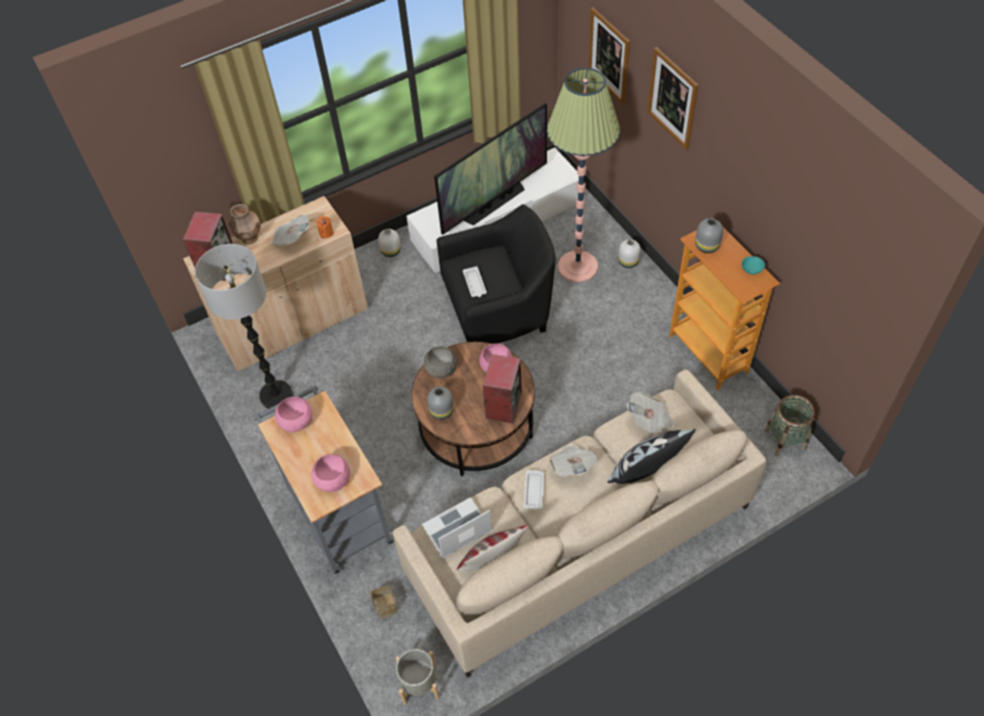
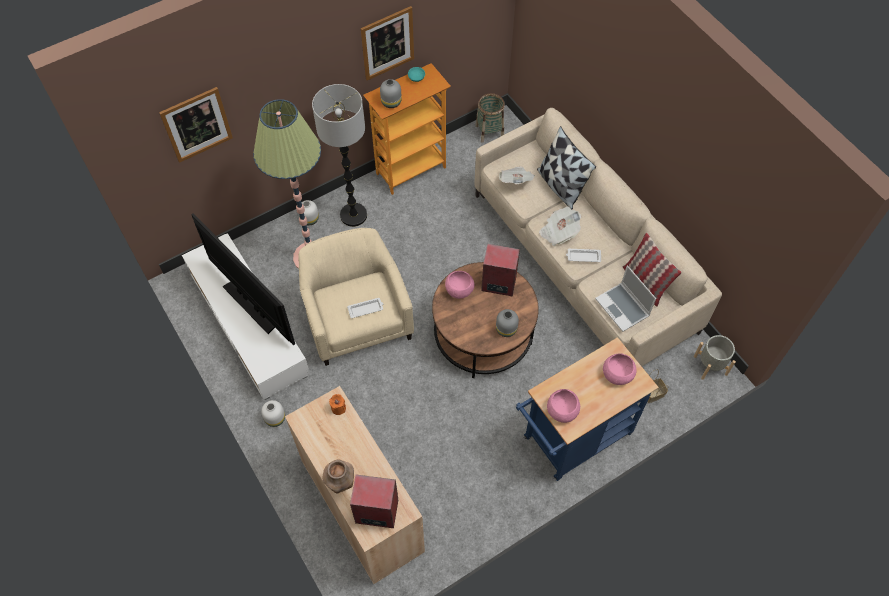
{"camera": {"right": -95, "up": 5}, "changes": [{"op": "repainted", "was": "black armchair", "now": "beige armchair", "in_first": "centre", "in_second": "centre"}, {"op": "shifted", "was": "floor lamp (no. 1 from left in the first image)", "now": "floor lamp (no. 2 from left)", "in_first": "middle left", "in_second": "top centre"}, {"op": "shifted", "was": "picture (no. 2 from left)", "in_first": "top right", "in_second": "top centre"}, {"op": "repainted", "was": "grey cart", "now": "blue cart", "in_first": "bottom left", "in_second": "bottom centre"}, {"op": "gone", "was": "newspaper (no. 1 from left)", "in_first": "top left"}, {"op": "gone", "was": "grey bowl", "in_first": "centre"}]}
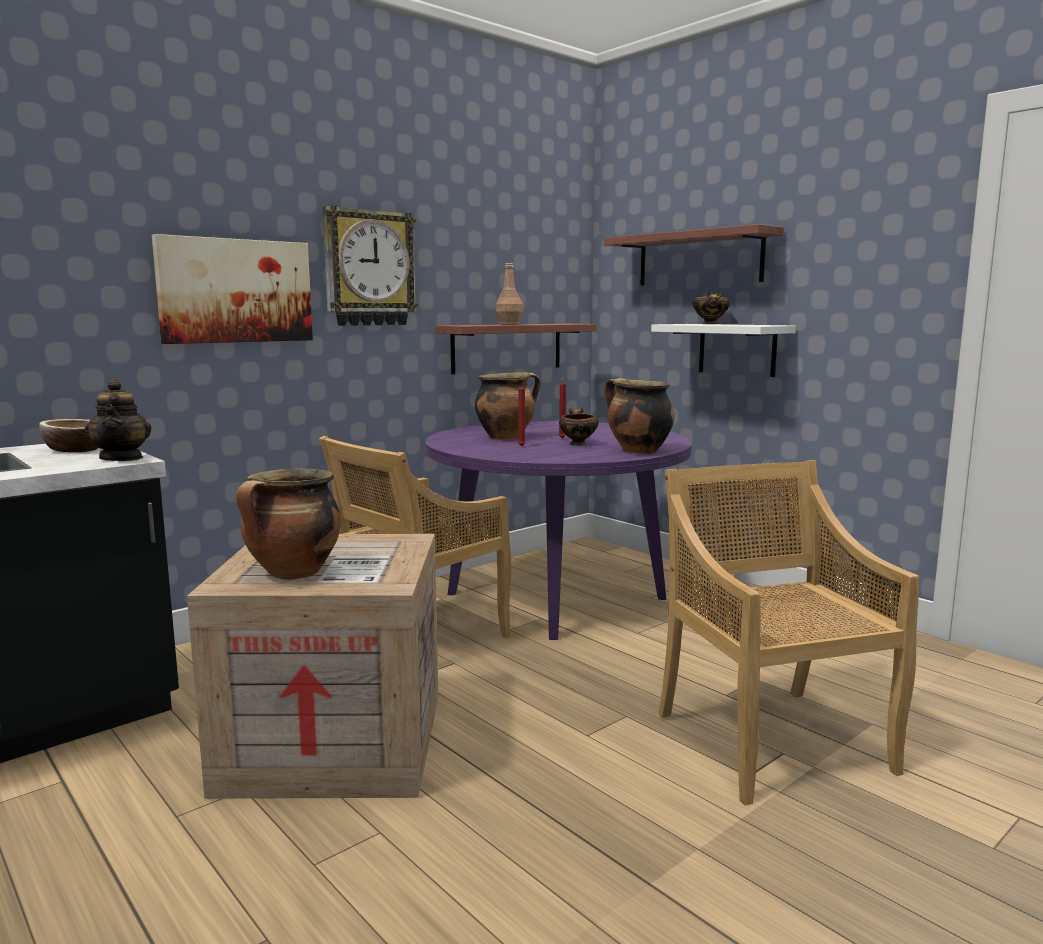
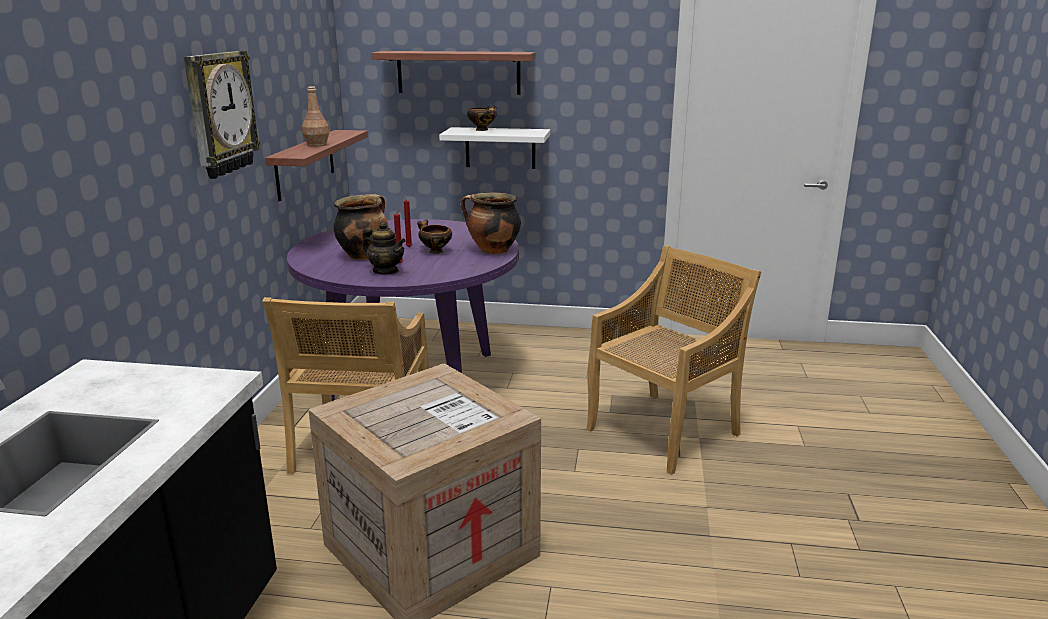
{"camera": {"right": -40, "up": 10}, "changes": [{"op": "shifted", "was": "teapot", "in_first": "middle left", "in_second": "centre"}, {"op": "rotated", "was": "beige chair (no. 2 from left)", "in_first": "bottom right", "in_second": "centre", "clockwise": 105}, {"op": "gone", "was": "bowl (no. 1 from left)", "in_first": "middle left"}, {"op": "gone", "was": "picture", "in_first": "top left"}, {"op": "gone", "was": "cooking pot (no. 1 from left)", "in_first": "middle left"}]}
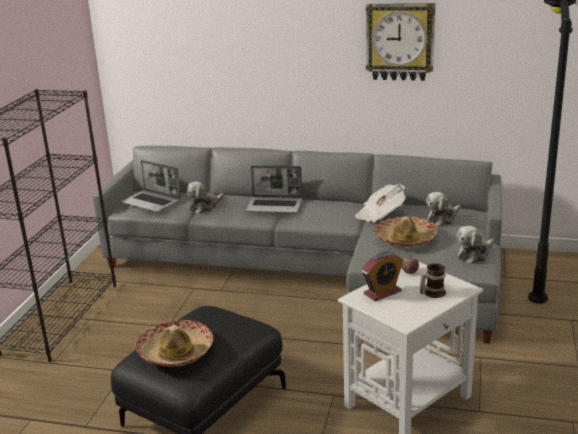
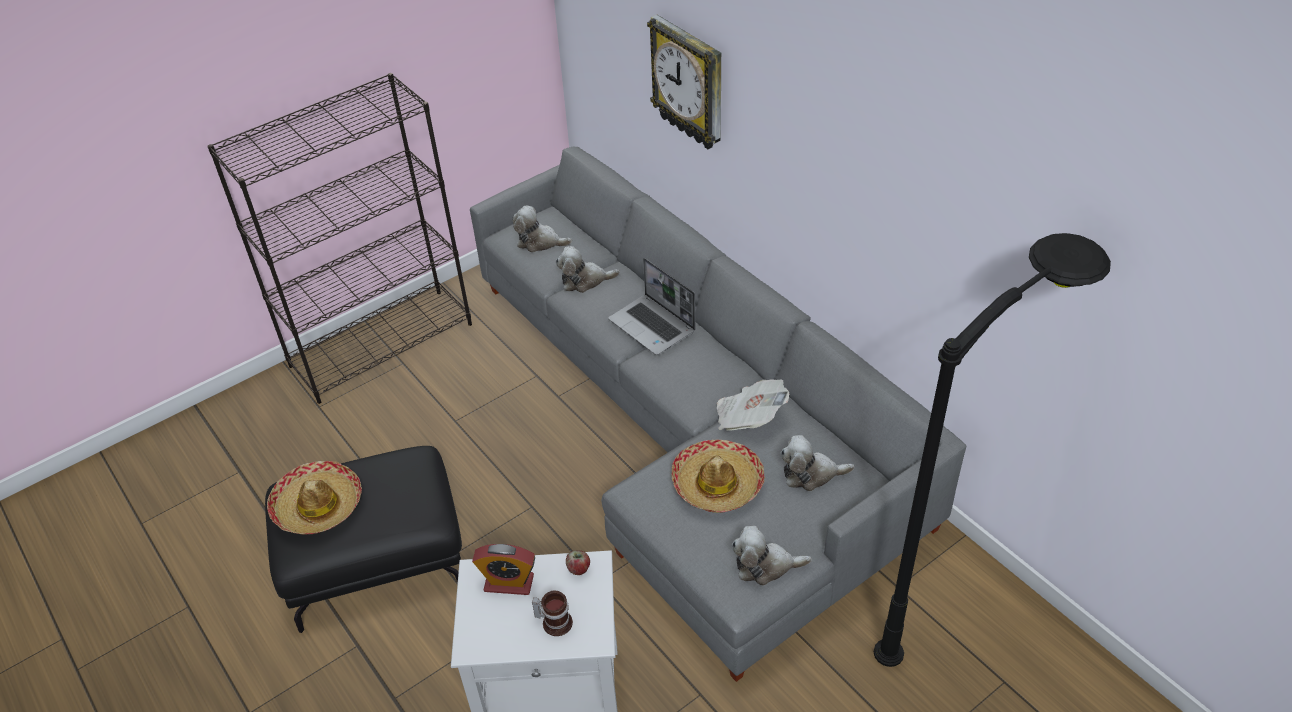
{"camera": {"right": 40, "up": 20}, "changes": [{"op": "swapped", "was": "laptop (no. 1 from left)", "now": "plush toy (no. 1 from left)", "in_first": "middle left", "in_second": "top centre"}, {"op": "shifted", "was": "wall clock", "in_first": "top right", "in_second": "top centre"}]}
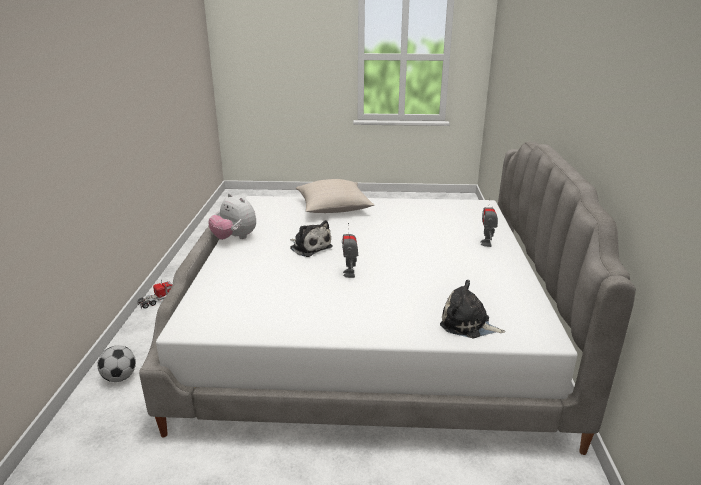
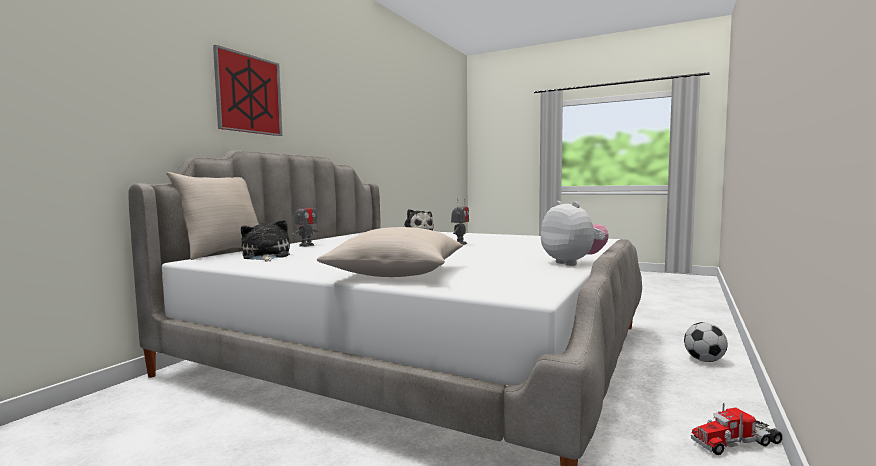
{"camera": {"right": -155, "up": -20}, "changes": [{"op": "new", "now": "beige pillow (no. 1 from left)", "in_second": "middle left"}, {"op": "new", "now": "picture", "in_second": "top left"}, {"op": "shifted", "was": "plush toy (no. 2 from left in the first image)", "now": "plush toy (no. 1 from left)", "in_first": "centre", "in_second": "middle left"}]}
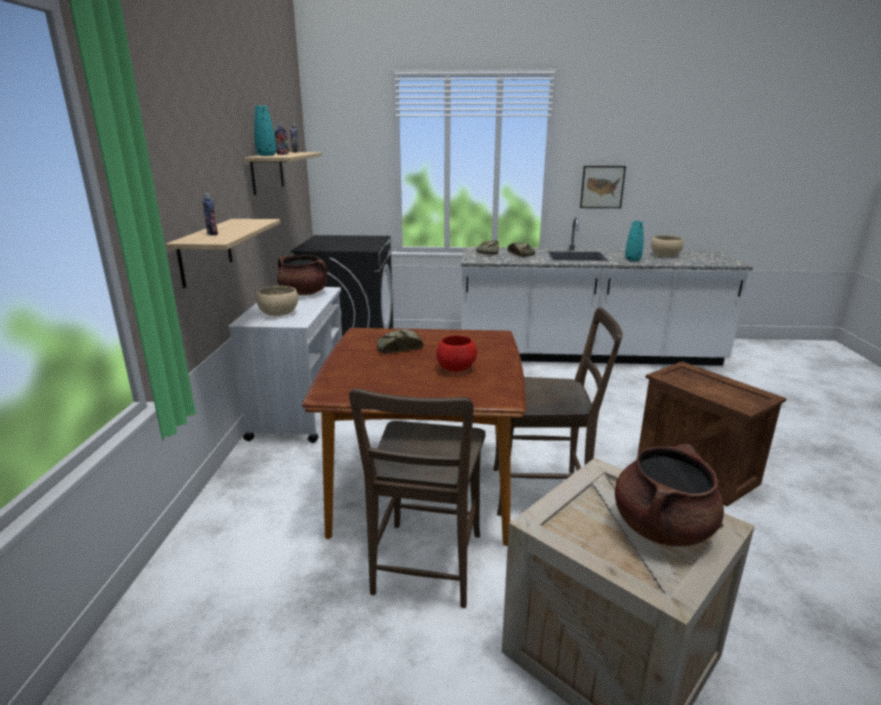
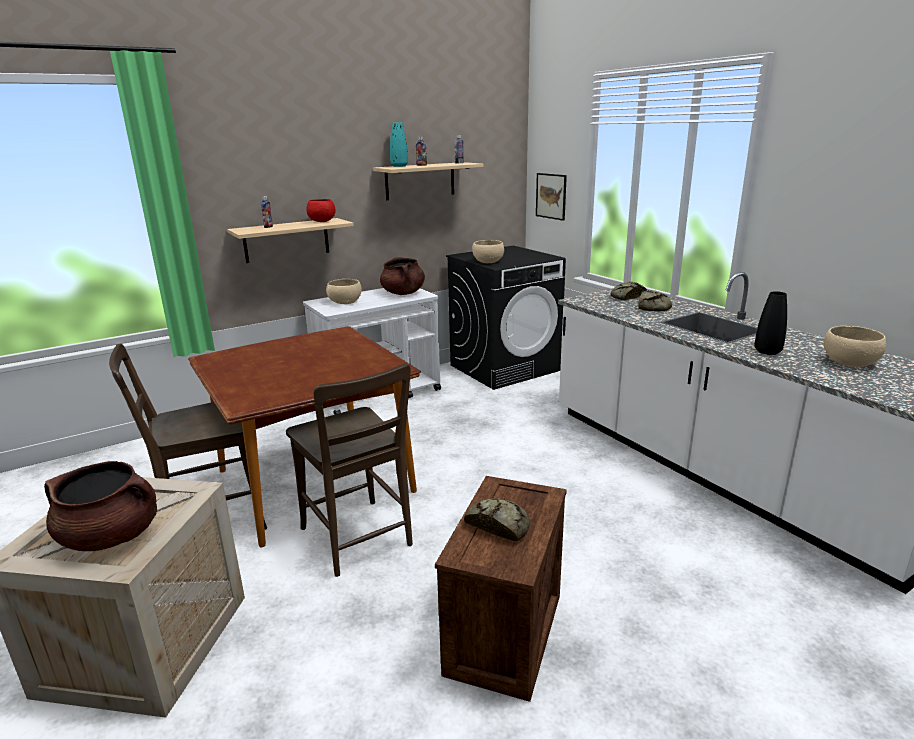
{"camera": {"right": 55, "up": 0}, "changes": [{"op": "shifted", "was": "red bowl", "in_first": "centre", "in_second": "top centre"}, {"op": "shifted", "was": "bread (no. 1 from left)", "in_first": "centre", "in_second": "bottom centre"}, {"op": "new", "now": "beige bowl (no. 2 from left)", "in_second": "centre"}, {"op": "shifted", "was": "picture", "in_first": "top right", "in_second": "top centre"}, {"op": "repainted", "was": "turquoise vase (no. 2 from left)", "now": "black vase", "in_first": "middle right", "in_second": "middle right"}]}
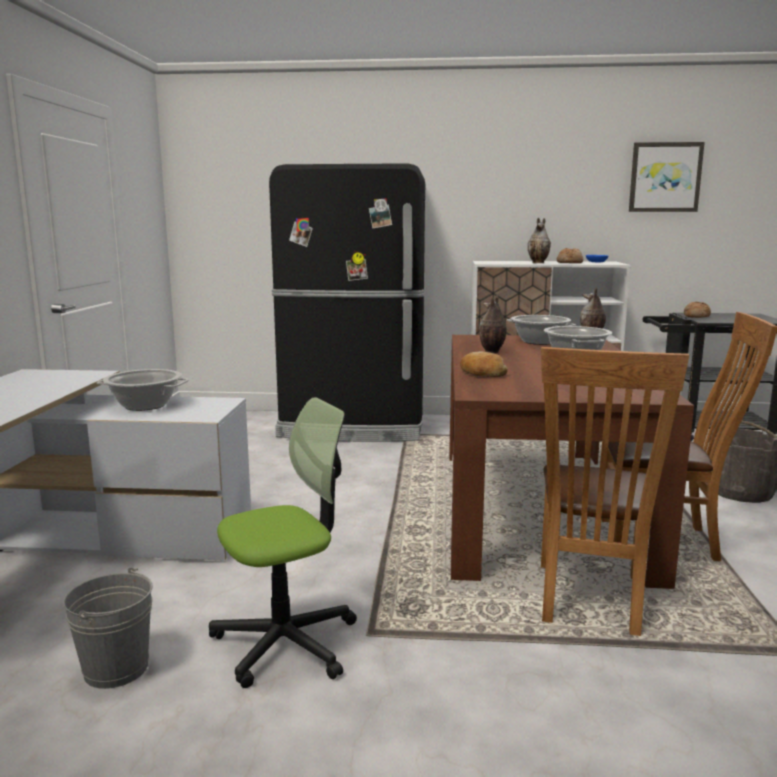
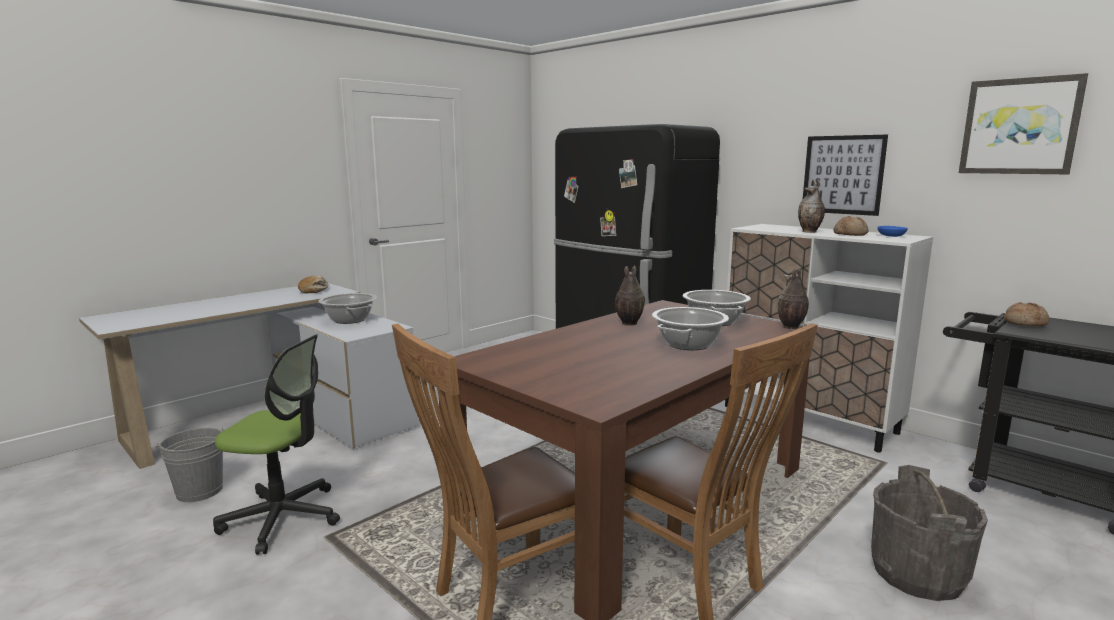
{"camera": {"right": 40, "up": 0}, "changes": [{"op": "shifted", "was": "bread (no. 1 from left)", "in_first": "centre", "in_second": "middle left"}, {"op": "new", "now": "picture (no. 1 from left)", "in_second": "top right"}]}
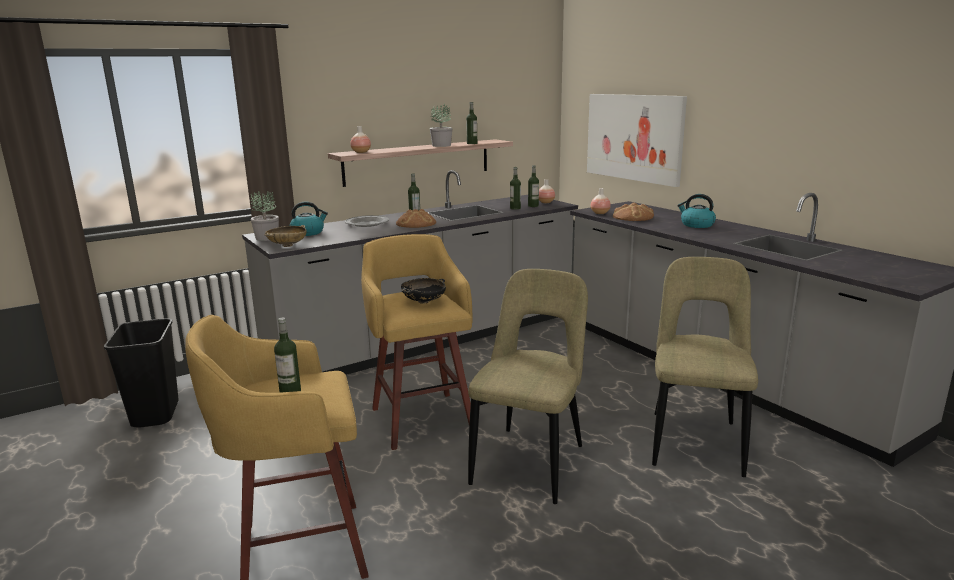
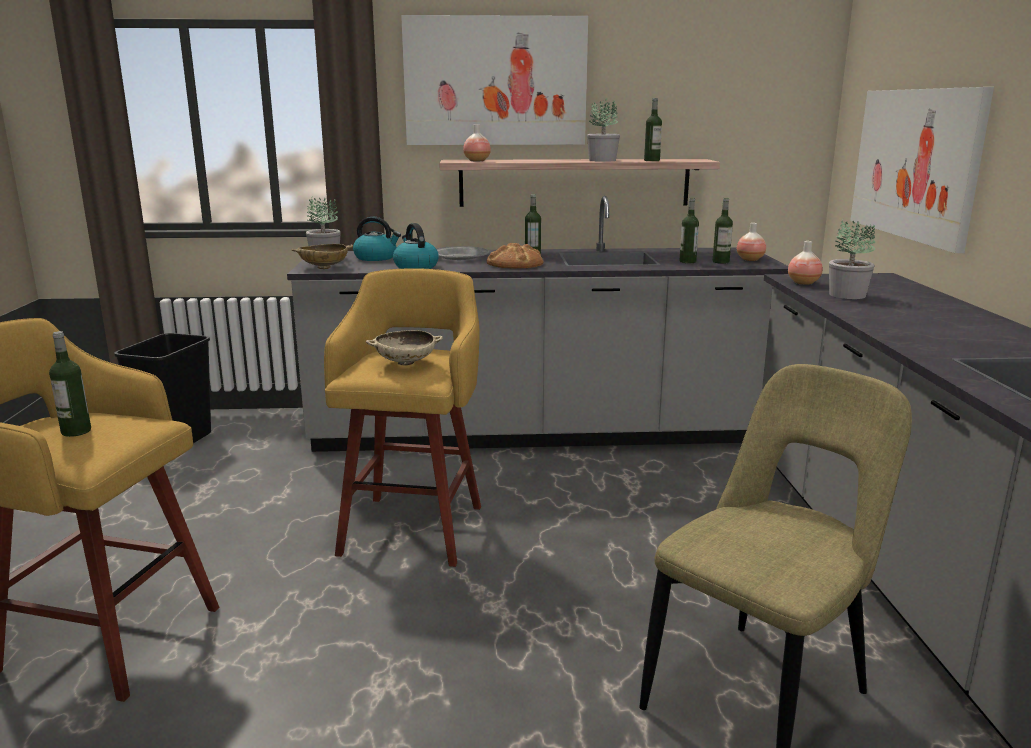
{"camera": {"right": 30, "up": 0}, "changes": [{"op": "repainted", "was": "black bowl", "now": "beige bowl (no. 2 from left)", "in_first": "centre", "in_second": "centre"}, {"op": "shifted", "was": "kettle (no. 2 from left)", "in_first": "middle right", "in_second": "top centre"}, {"op": "new", "now": "picture (no. 1 from left)", "in_second": "top centre"}, {"op": "swapped", "was": "bread (no. 2 from left)", "now": "potted plant (no. 3 from left)", "in_first": "centre", "in_second": "middle right"}, {"op": "gone", "was": "beige chair (no. 1 from left)", "in_first": "centre"}]}
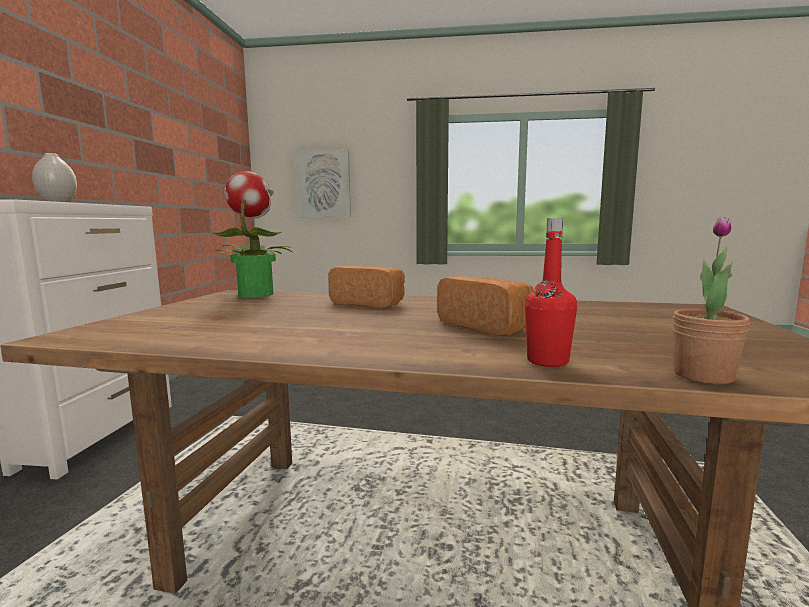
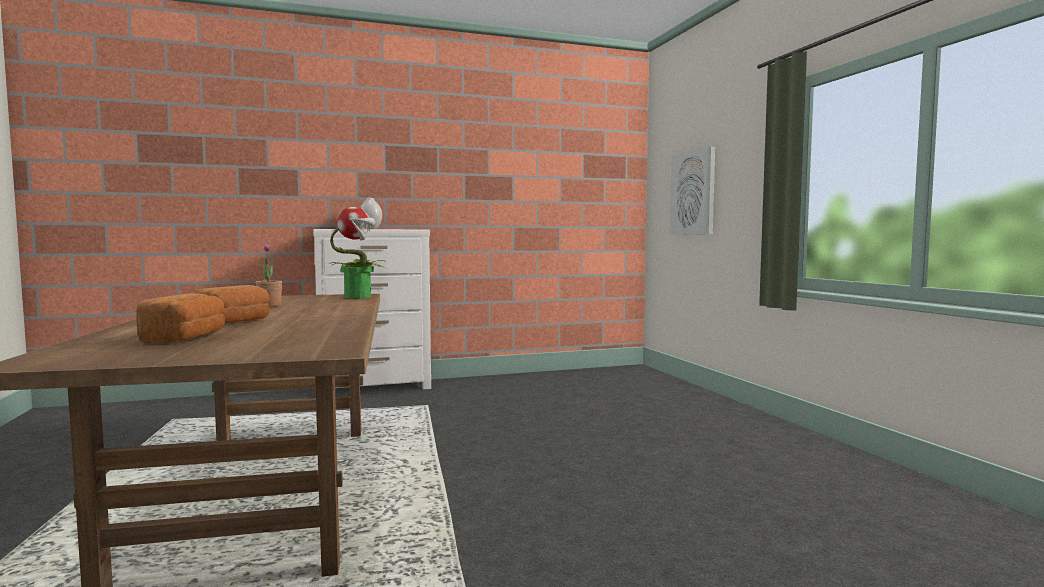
{"camera": {"right": 65, "up": -5}, "changes": [{"op": "shifted", "was": "bread (no. 1 from left)", "in_first": "centre", "in_second": "middle left"}, {"op": "shifted", "was": "potted plant (no. 2 from left in the first image)", "now": "potted plant (no. 1 from left)", "in_first": "middle right", "in_second": "middle left"}, {"op": "gone", "was": "red bottle", "in_first": "middle right"}]}
